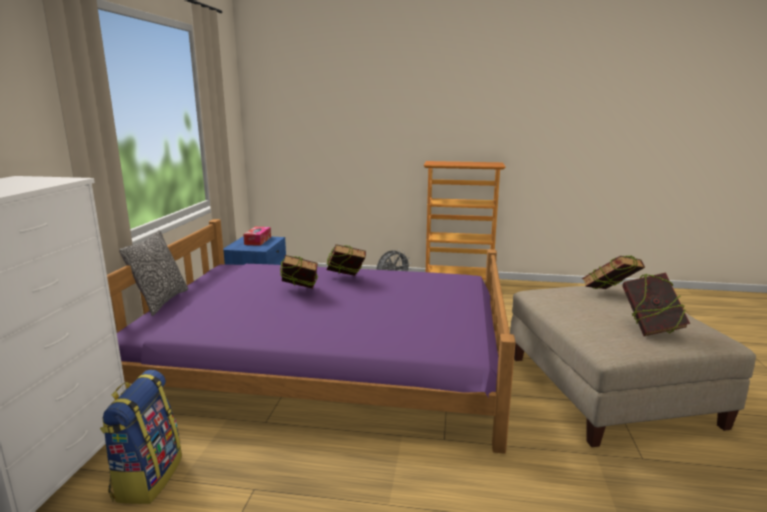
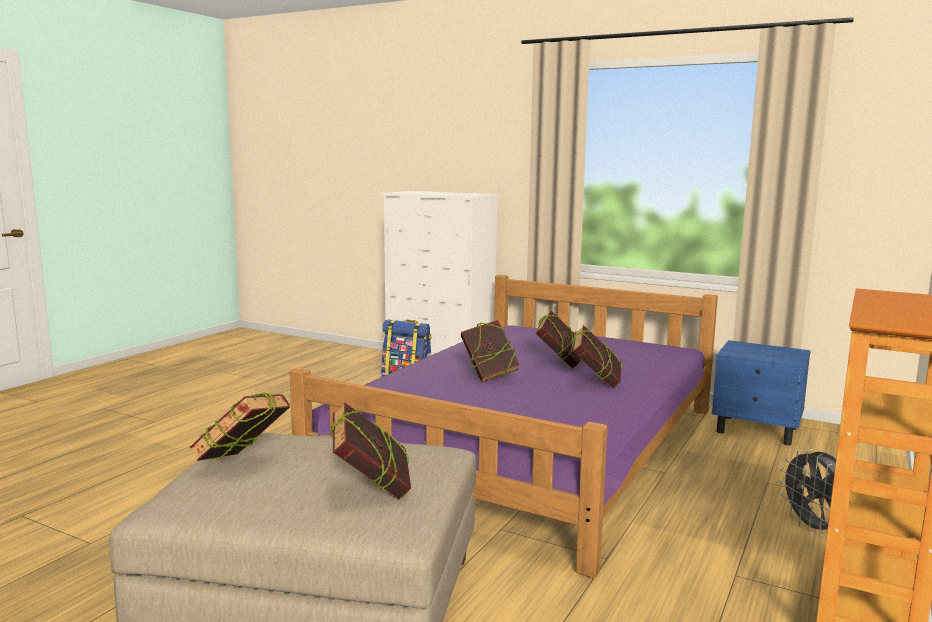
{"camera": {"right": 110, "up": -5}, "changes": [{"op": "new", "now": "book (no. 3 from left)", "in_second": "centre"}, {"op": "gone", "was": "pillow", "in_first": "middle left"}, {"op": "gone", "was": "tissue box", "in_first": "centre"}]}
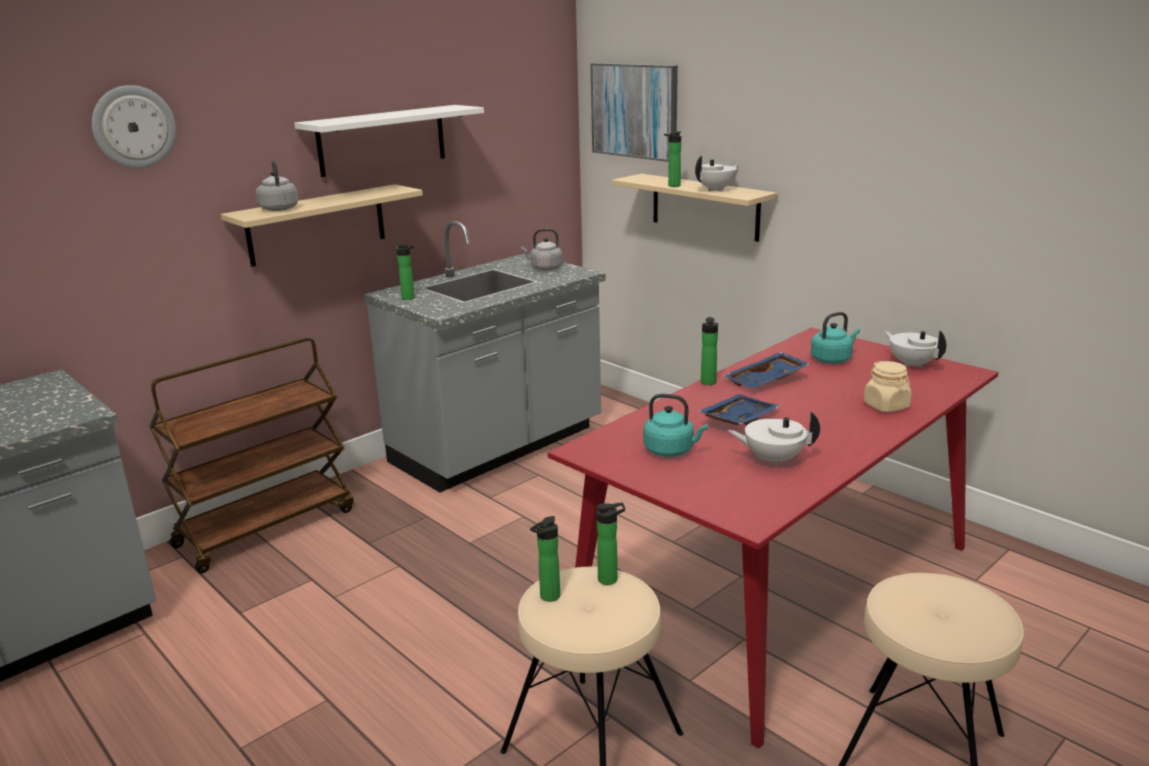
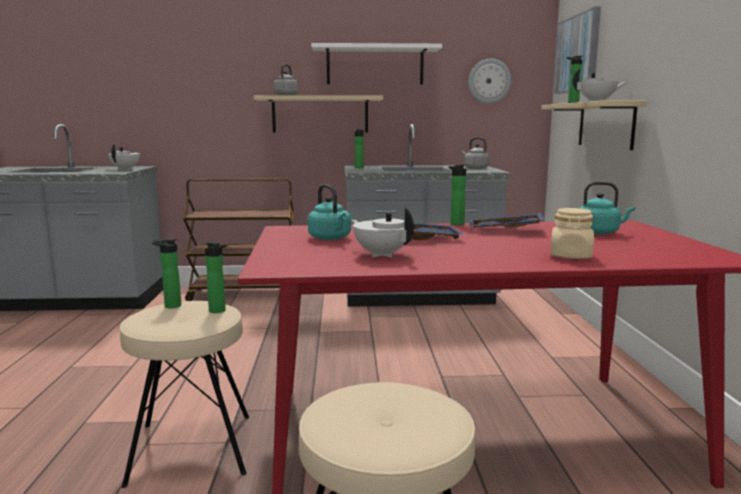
{"camera": {"right": 40, "up": -10}, "changes": [{"op": "shifted", "was": "white teapot (no. 3 from left in the first image)", "now": "white teapot (no. 1 from left)", "in_first": "middle right", "in_second": "top left"}, {"op": "shifted", "was": "wall clock", "in_first": "top left", "in_second": "top centre"}]}
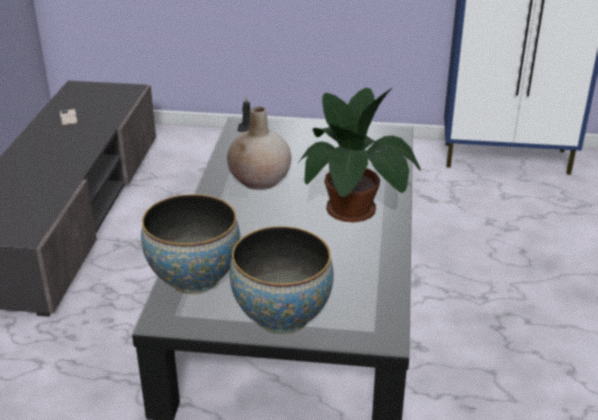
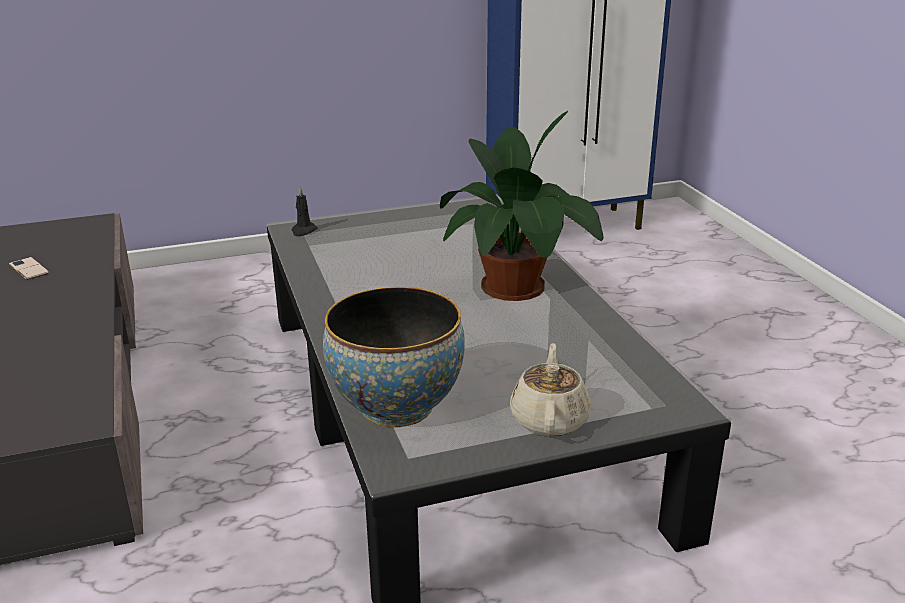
{"camera": {"right": -25, "up": -5}, "changes": [{"op": "swapped", "was": "bowl (no. 2 from left)", "now": "beige teapot", "in_first": "bottom centre", "in_second": "centre"}, {"op": "gone", "was": "beige vase", "in_first": "centre"}]}
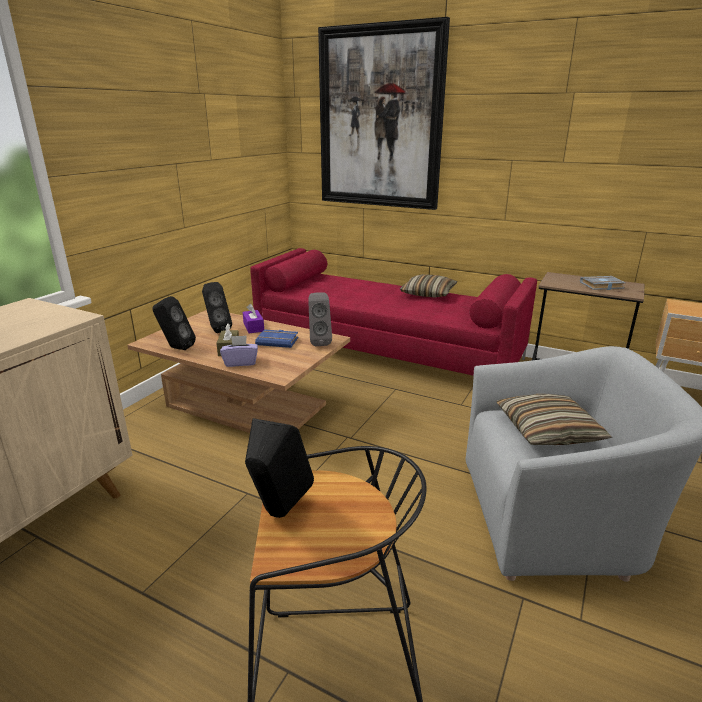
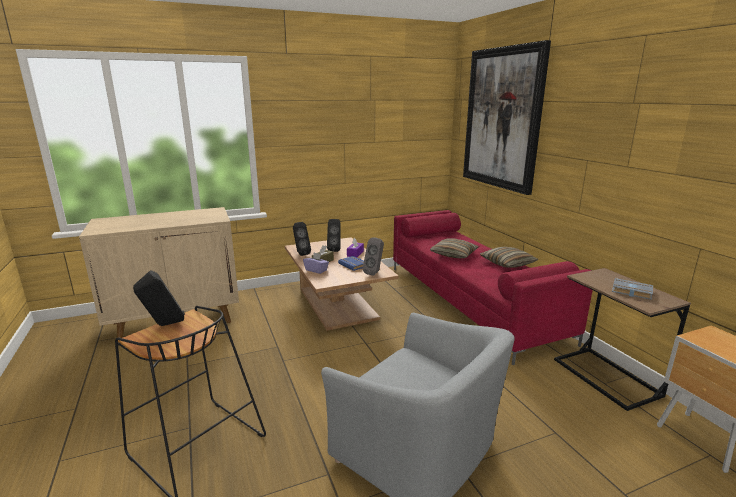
{"camera": {"right": 40, "up": -5}, "changes": [{"op": "shifted", "was": "pillow (no. 2 from left in the first image)", "now": "pillow (no. 1 from left)", "in_first": "middle right", "in_second": "centre"}]}
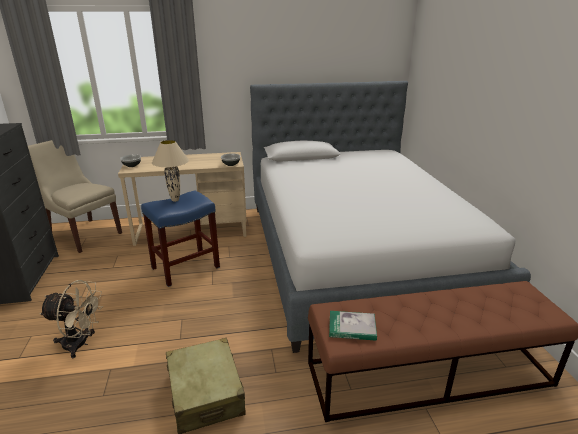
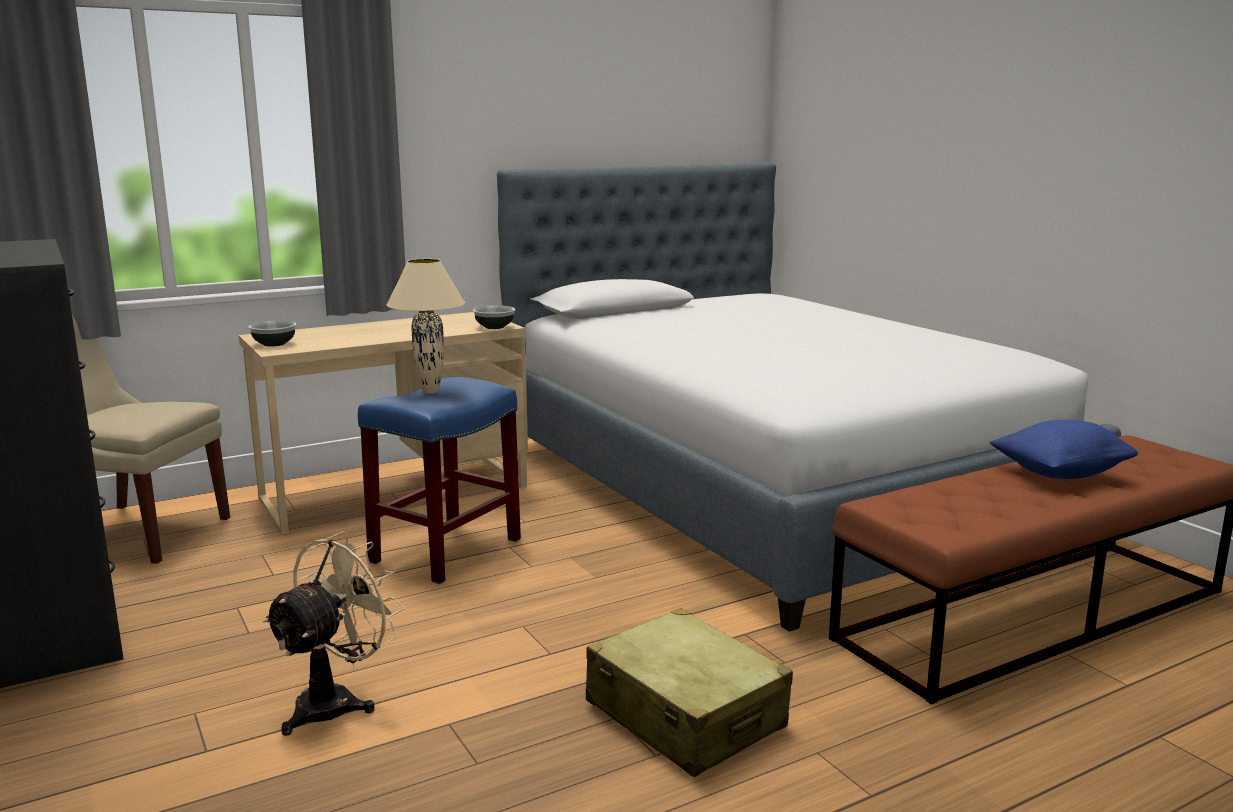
{"camera": {"right": -20, "up": -10}, "changes": [{"op": "rotated", "was": "beige fan", "in_first": "bottom left", "in_second": "bottom left", "clockwise": -45}, {"op": "new", "now": "blue pillow", "in_second": "middle right"}, {"op": "gone", "was": "book", "in_first": "bottom centre"}]}
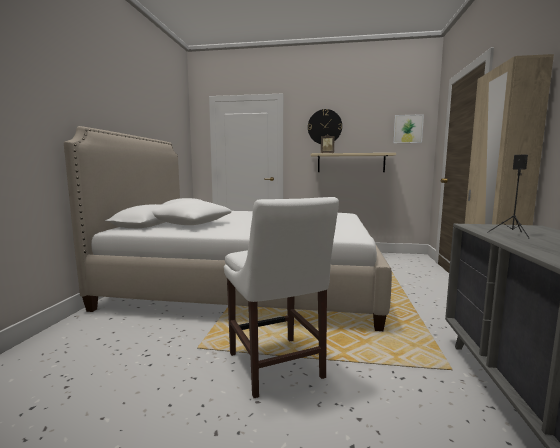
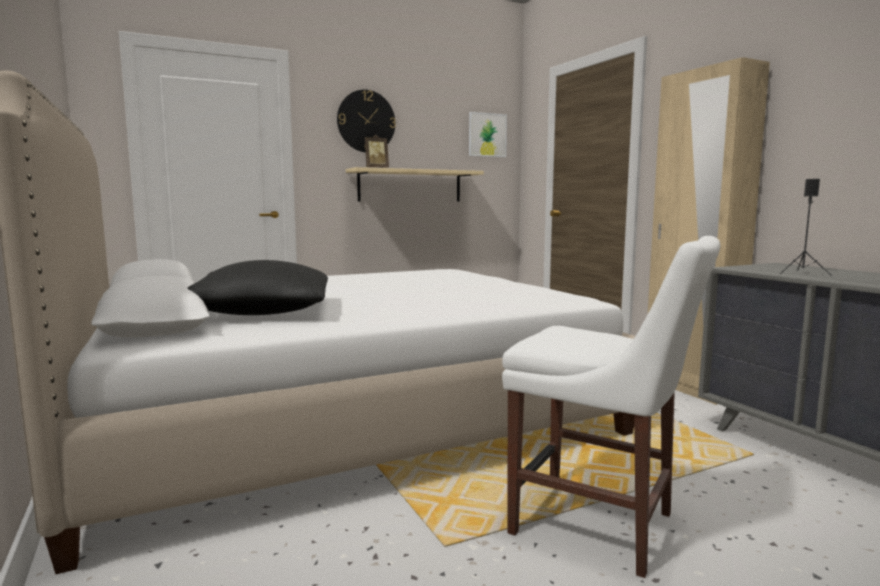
{"camera": {"right": -35, "up": 0}, "changes": [{"op": "repainted", "was": "white pillow", "now": "black pillow", "in_first": "centre", "in_second": "middle left"}]}
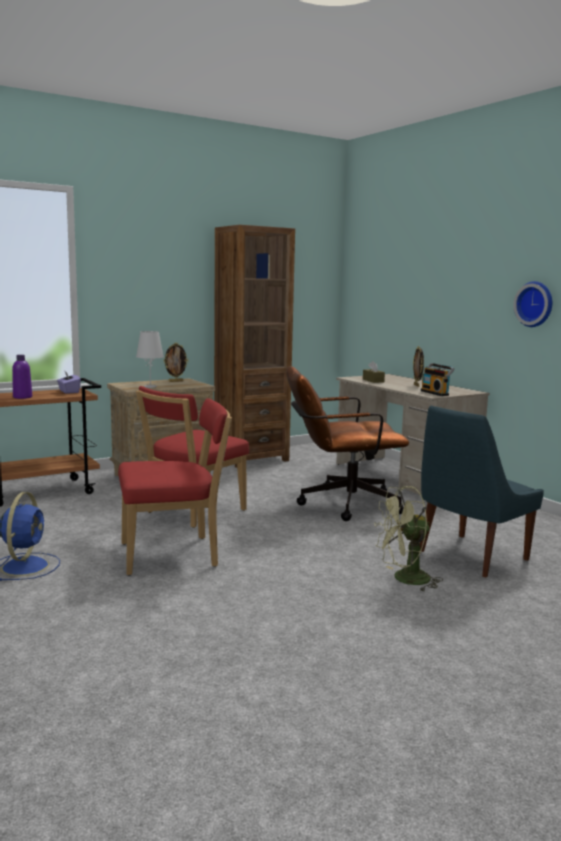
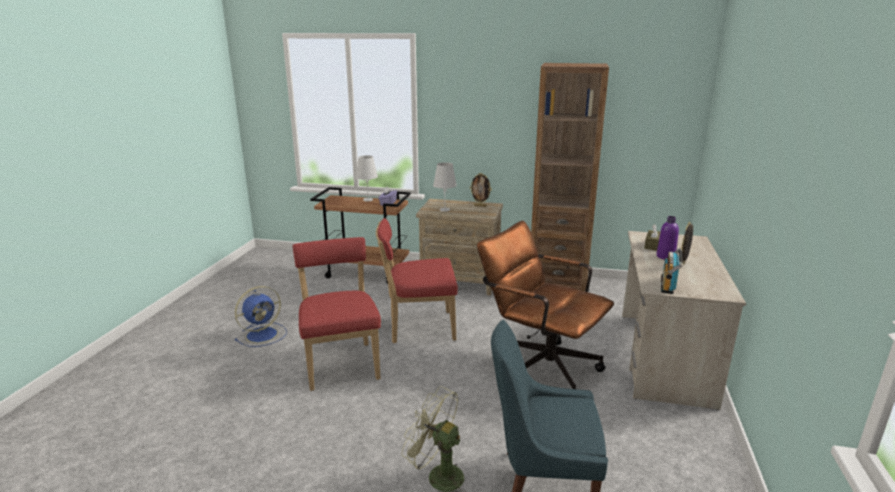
{"camera": {"right": 45, "up": 10}, "changes": [{"op": "rotated", "was": "red chair (no. 1 from left)", "in_first": "middle left", "in_second": "centre", "clockwise": -135}, {"op": "new", "now": "white table lamp (no. 1 from left)", "in_second": "centre"}, {"op": "shifted", "was": "purple bottle", "in_first": "middle left", "in_second": "middle right"}, {"op": "gone", "was": "wall clock", "in_first": "middle right"}]}
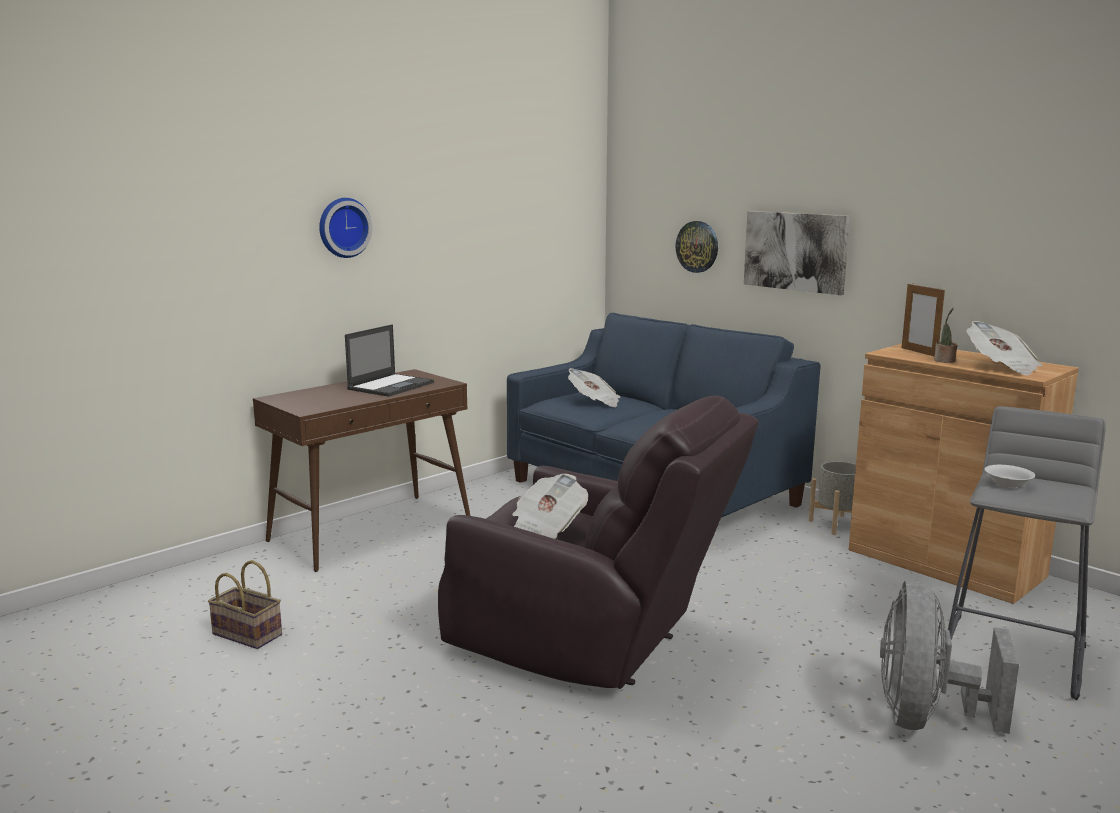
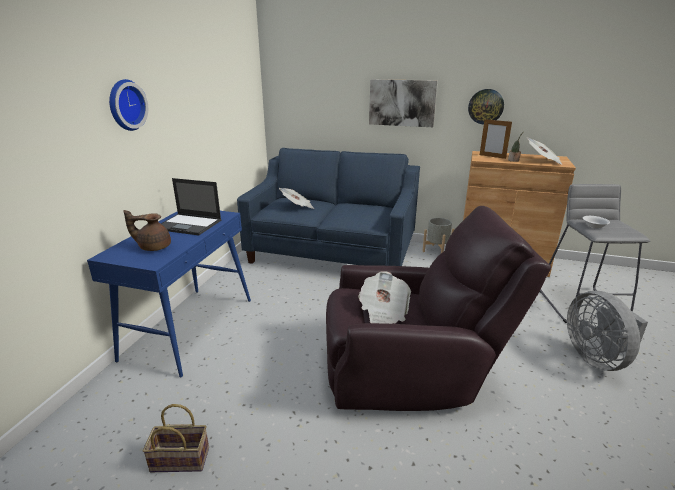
{"camera": {"right": -30, "up": 10}, "changes": [{"op": "repainted", "was": "brown console table", "now": "blue console table", "in_first": "middle left", "in_second": "middle left"}, {"op": "new", "now": "brown teapot", "in_second": "middle left"}, {"op": "rotated", "was": "laptop", "in_first": "centre", "in_second": "middle left", "clockwise": 105}, {"op": "shifted", "was": "wall clock (no. 2 from left)", "in_first": "top centre", "in_second": "top right"}]}
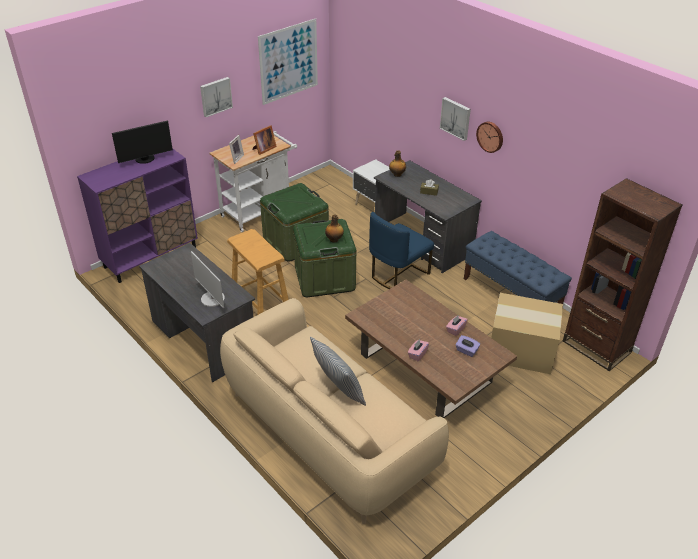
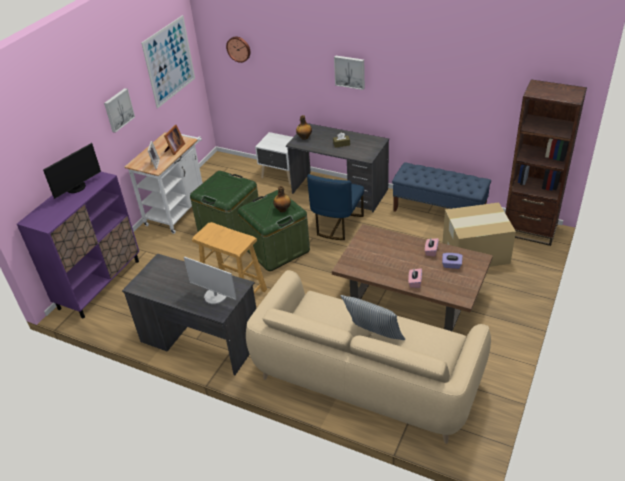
{"camera": {"right": -20, "up": 0}, "changes": [{"op": "shifted", "was": "wall clock", "in_first": "top right", "in_second": "top centre"}]}
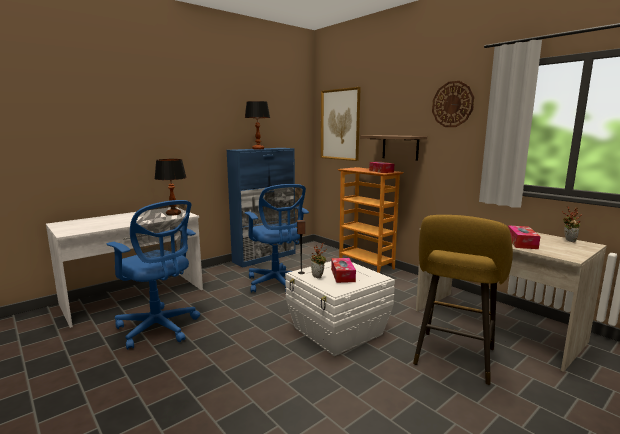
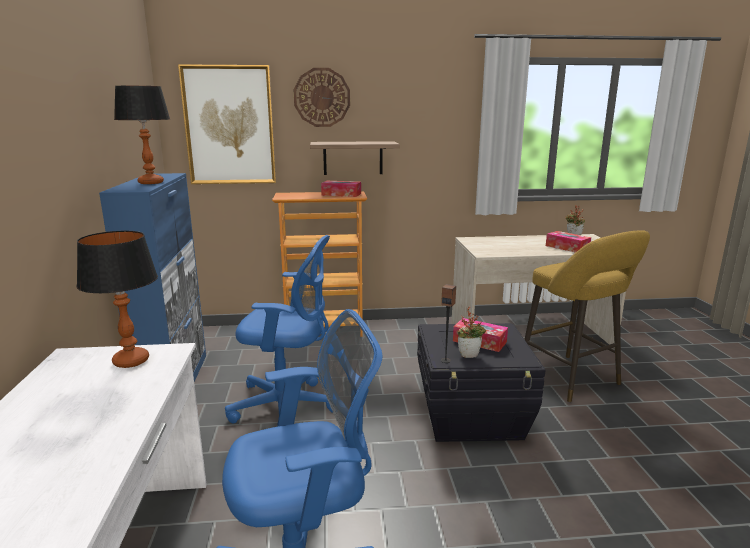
{"camera": {"right": -55, "up": 5}, "changes": [{"op": "shifted", "was": "wall clock", "in_first": "top right", "in_second": "top centre"}, {"op": "repainted", "was": "white storage box", "now": "black storage box", "in_first": "bottom centre", "in_second": "bottom centre"}]}
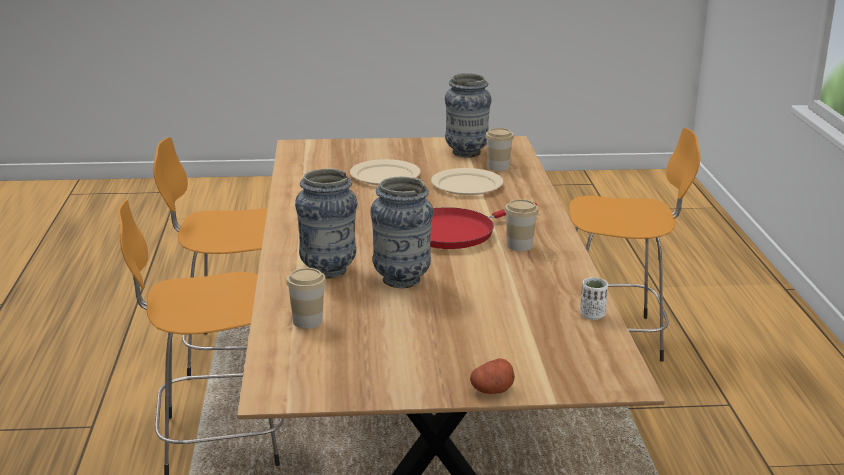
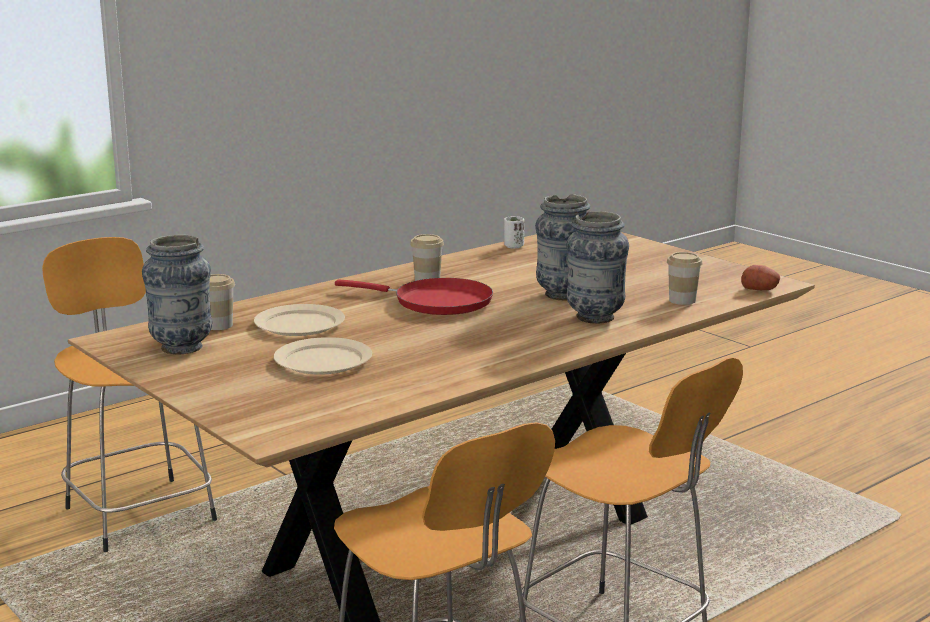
{"camera": {"right": -125, "up": -5}, "changes": [{"op": "shifted", "was": "potato", "in_first": "bottom centre", "in_second": "middle right"}]}
